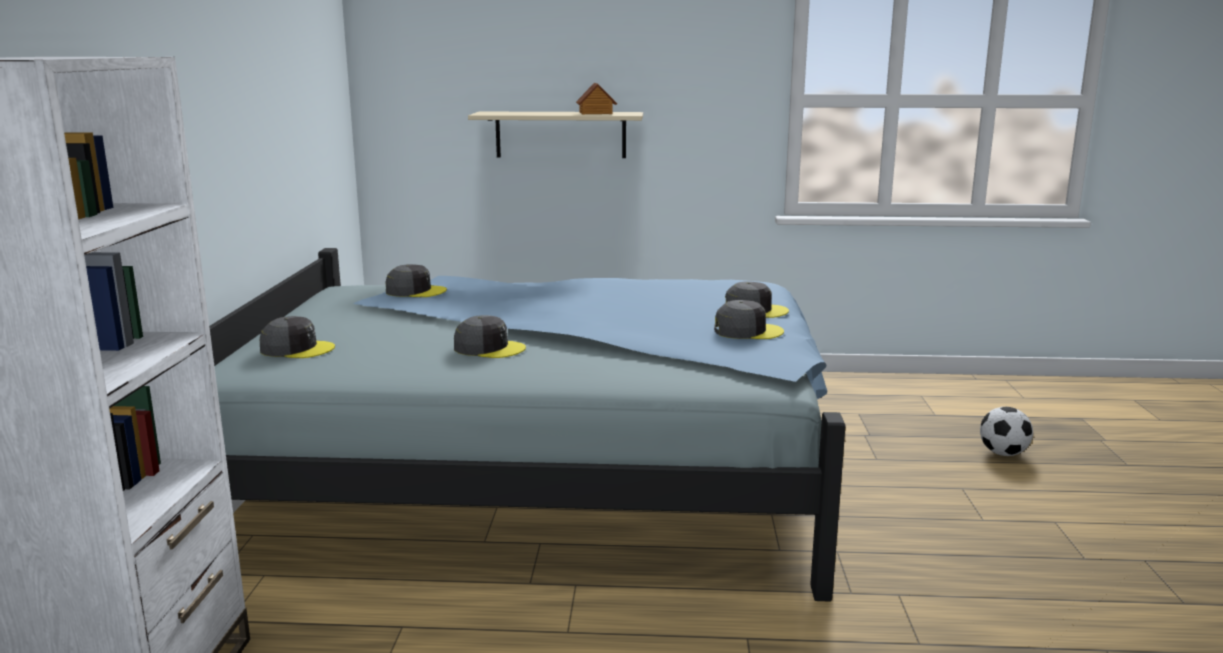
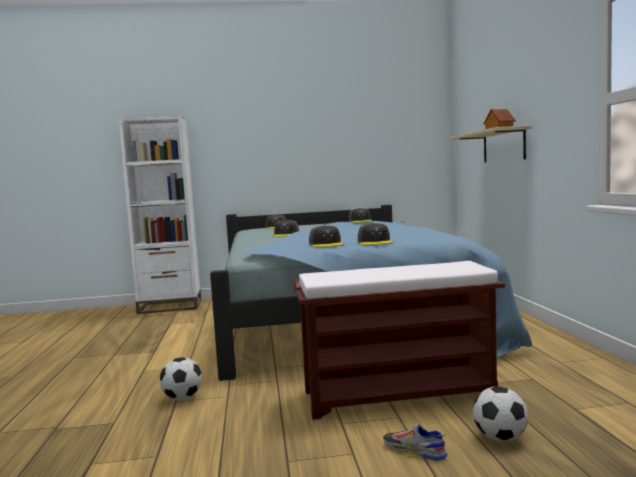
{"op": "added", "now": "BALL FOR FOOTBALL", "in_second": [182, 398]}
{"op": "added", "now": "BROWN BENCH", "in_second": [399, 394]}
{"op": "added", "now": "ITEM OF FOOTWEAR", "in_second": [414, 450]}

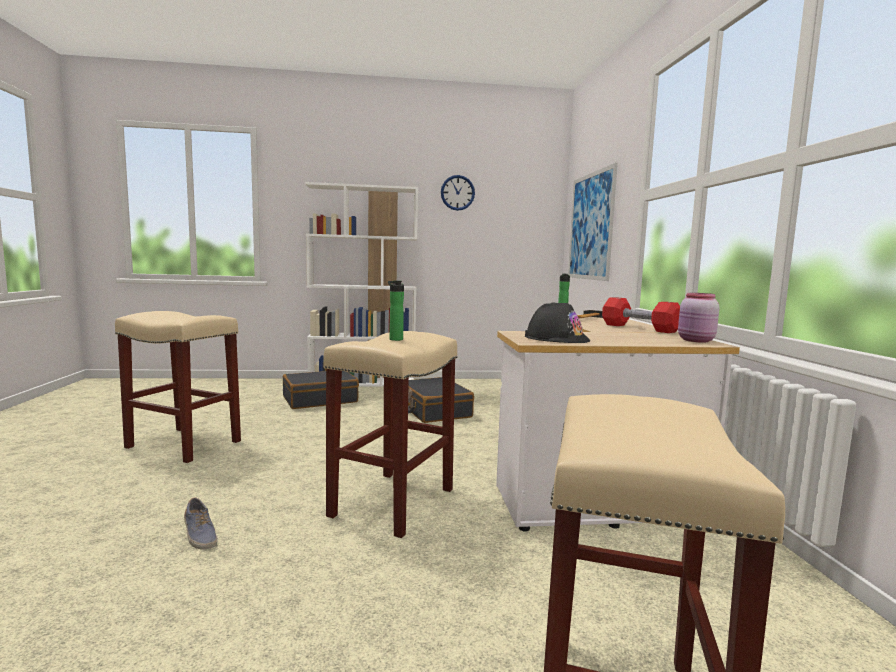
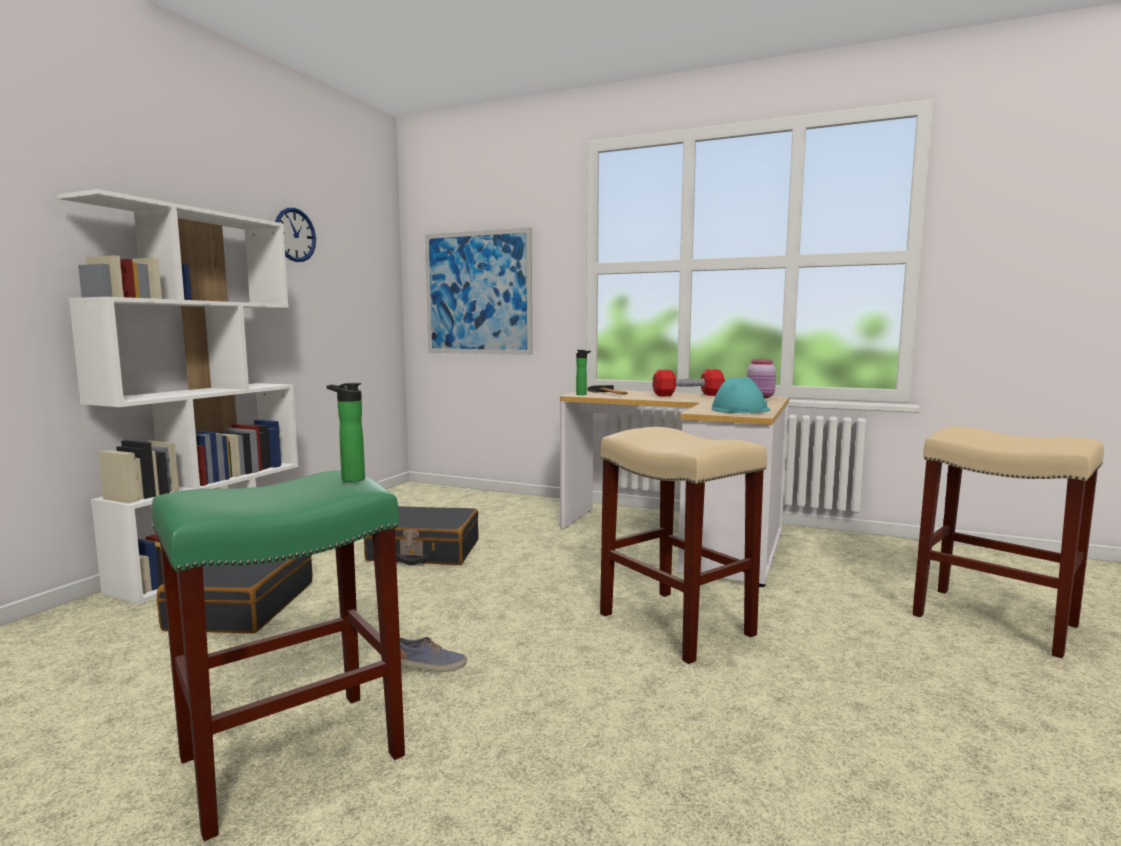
{"op": "recoloured", "was": "BEIGE-COLOURED STOOL SEAT", "now": "GREEN STOOL SEAT", "in_first": [185, 444], "in_second": [295, 754]}
{"op": "moved", "was": "BOTTLE", "in_first": [395, 339], "in_second": [349, 479]}
{"op": "moved", "was": "ITEM OF FOOTWEAR", "in_first": [199, 535], "in_second": [429, 667]}
{"op": "recoloured", "was": "BLACKISH SAFETY HELMET", "now": "TURQUOISE SAFETY HELMET", "in_first": [556, 338], "in_second": [740, 410]}

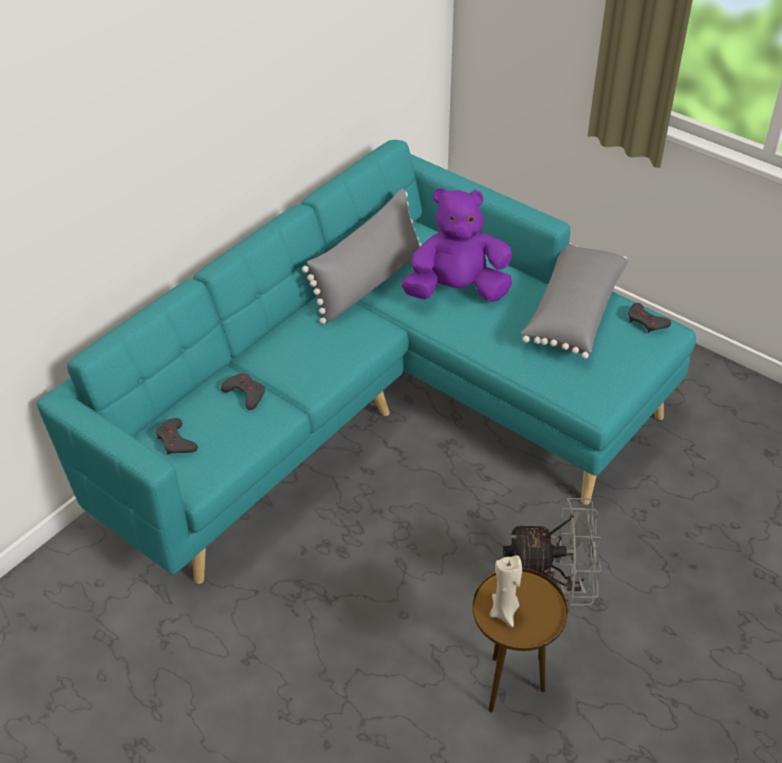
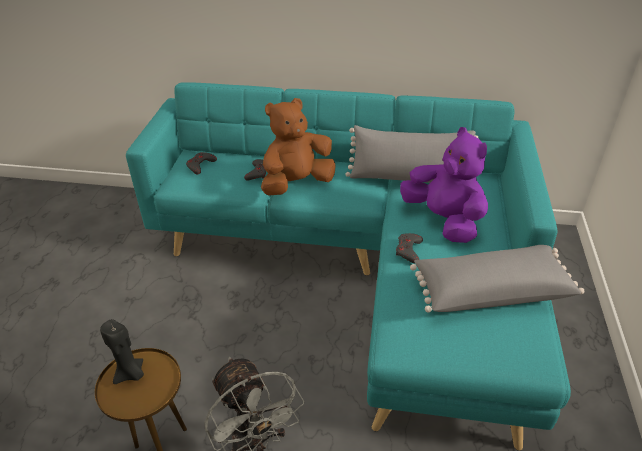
{"op": "recoloured", "was": "BEIGE-COLOURED WAX LIGHT", "now": "BLACKISH WAX LIGHT", "in_first": [504, 611], "in_second": [131, 374]}
{"op": "added", "now": "BROWN CUDDLY TOY", "in_second": [297, 184]}
{"op": "moved", "was": "GREY GAME CONTROLLER", "in_first": [646, 321], "in_second": [408, 250]}

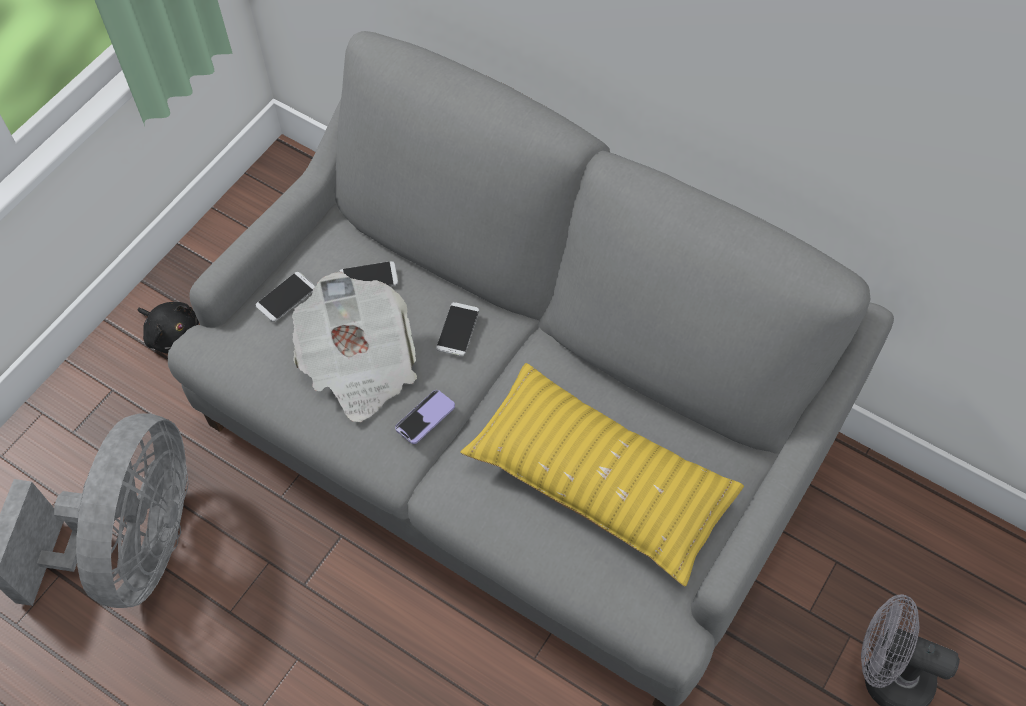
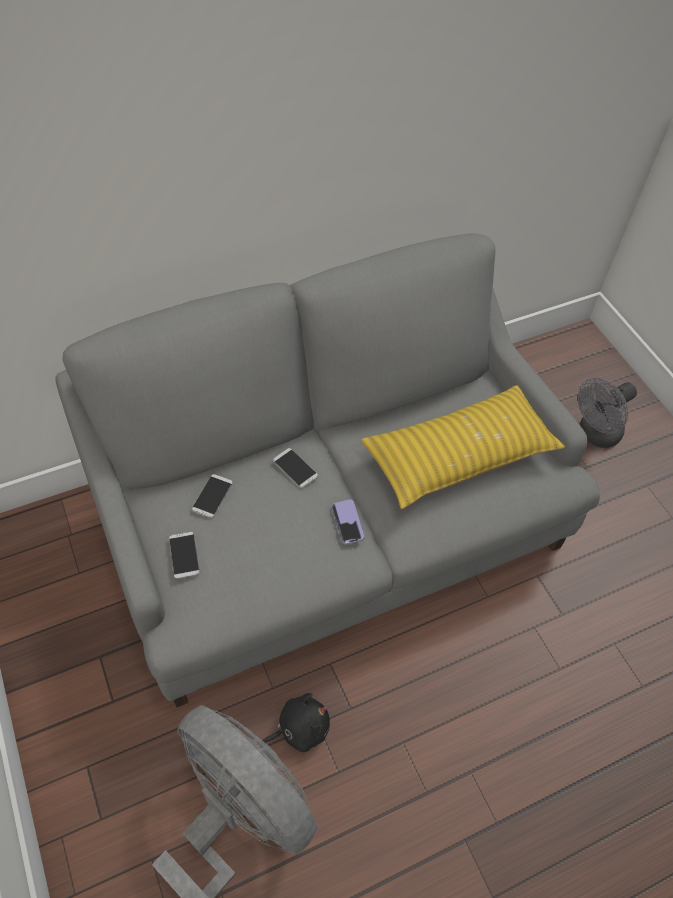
{"op": "moved", "was": "BLACKISH CUDDLY TOY", "in_first": [172, 334], "in_second": [300, 728]}
{"op": "removed", "was": "PRINTED PAPER", "in_first": [358, 364]}

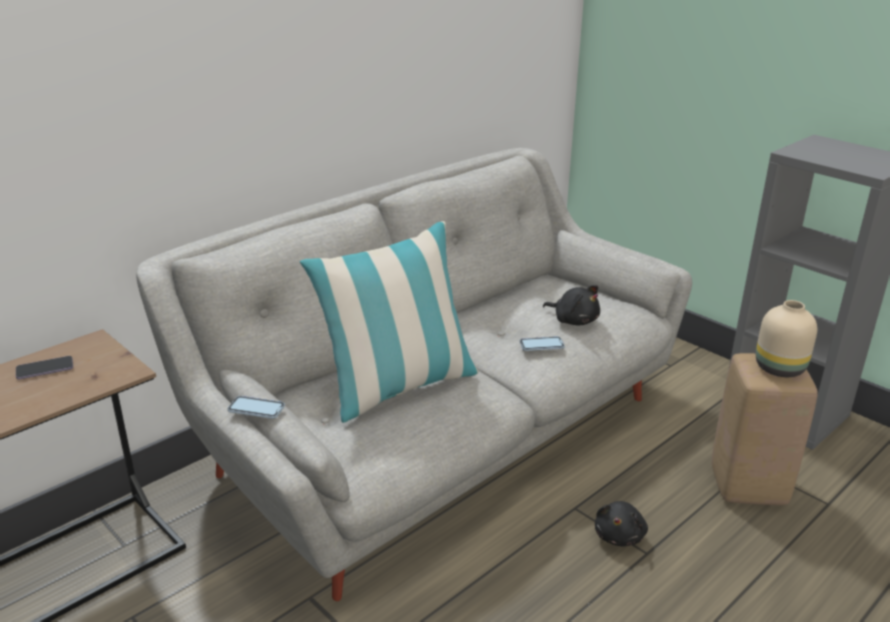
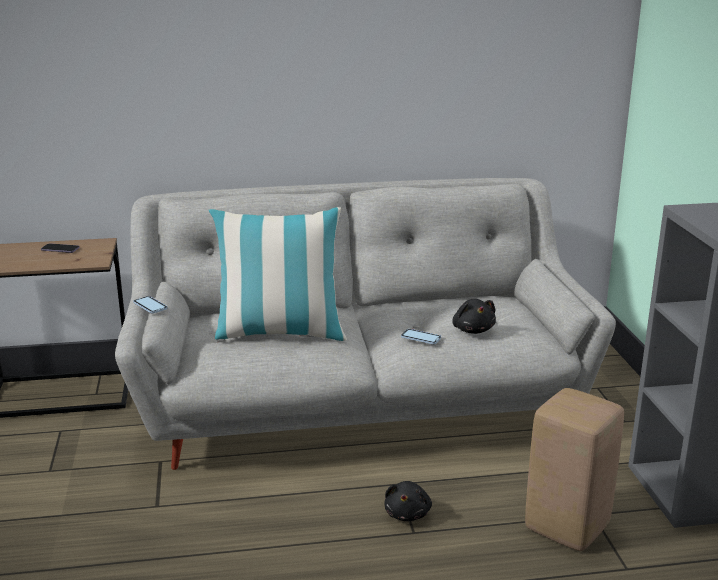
{"op": "turned", "was": "BLACKISH CUDDLY TOY", "in_first": [619, 535], "in_second": [408, 513], "clockwise": -45}
{"op": "removed", "was": "BEIGE-COLOURED DECORATIVE VASE", "in_first": [778, 368]}

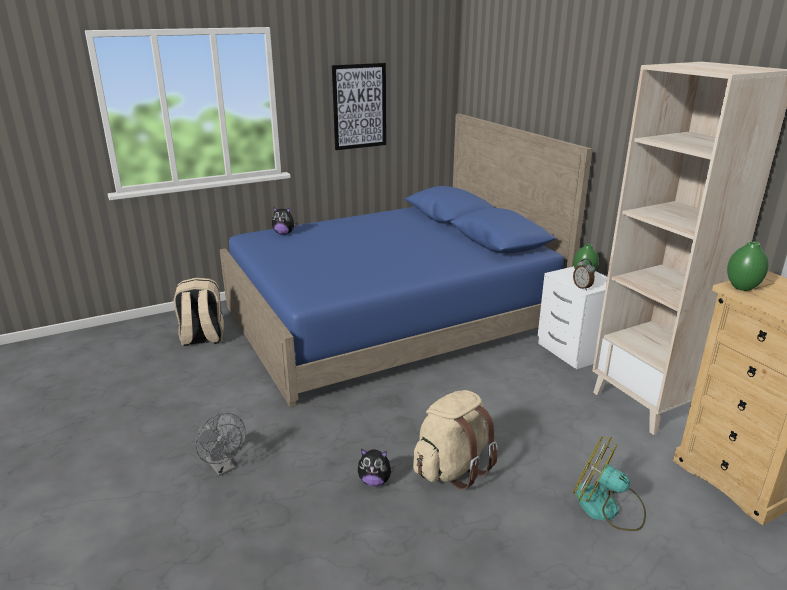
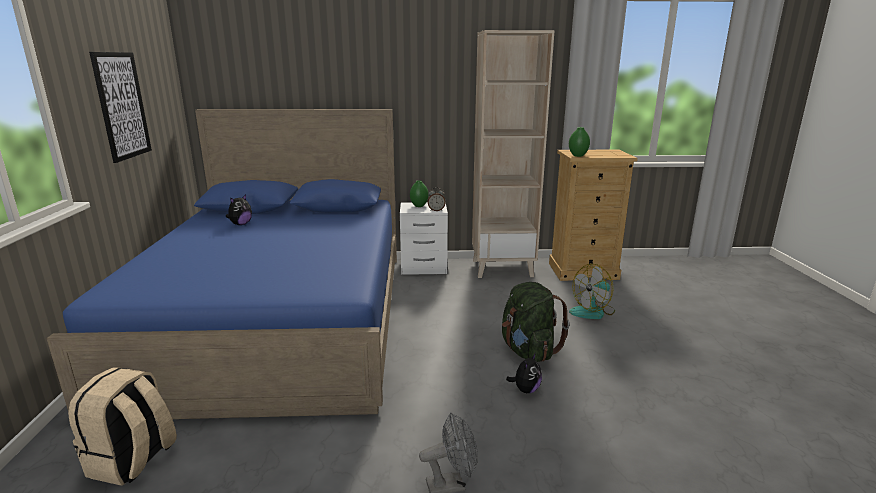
{"op": "moved", "was": "CUDDLY TOY", "in_first": [284, 233], "in_second": [240, 224]}
{"op": "recoloured", "was": "BEIGE-COLOURED RUCKSACK", "now": "GREEN RUCKSACK", "in_first": [452, 468], "in_second": [528, 351]}

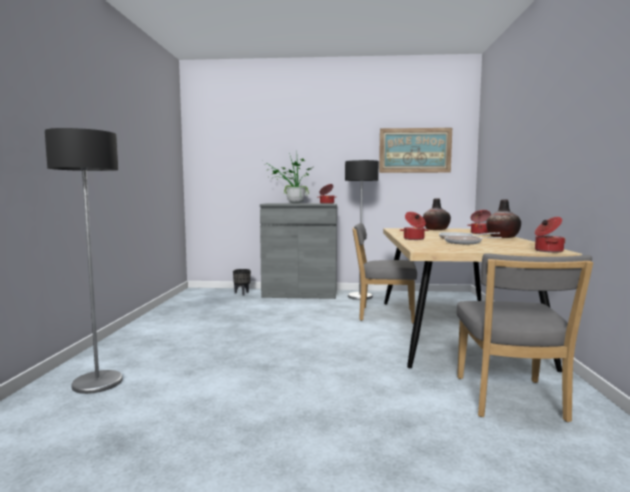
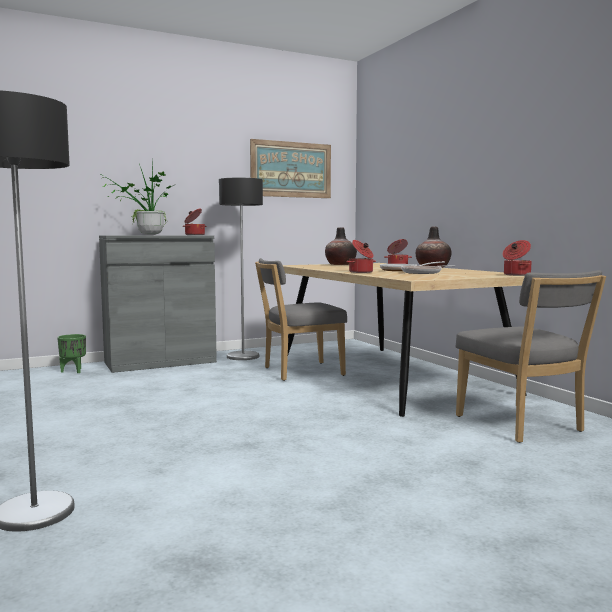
{"op": "recoloured", "was": "BLACKISH FLOWER POT", "now": "GREEN FLOWER POT", "in_first": [242, 293], "in_second": [73, 371]}

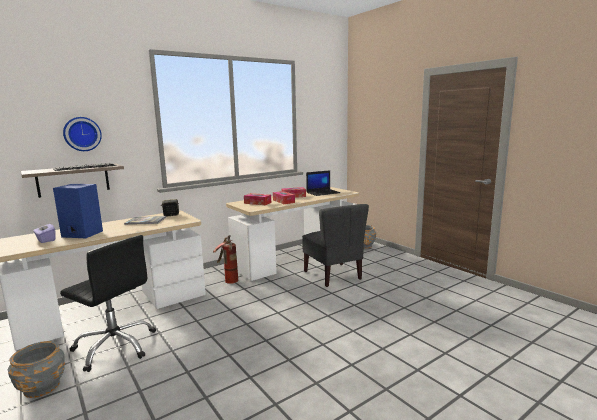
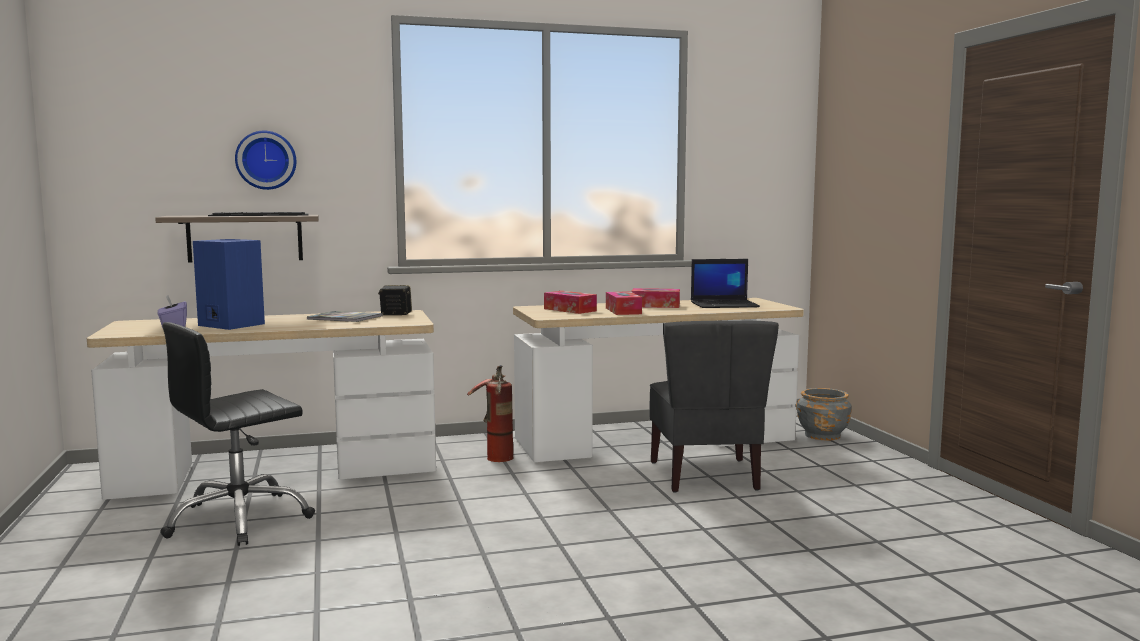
{"op": "turned", "was": "BLACKISH COMPUTER CHAIR", "in_first": [115, 346], "in_second": [239, 519], "clockwise": 90}
{"op": "removed", "was": "GREY FLOWER POT", "in_first": [41, 387]}

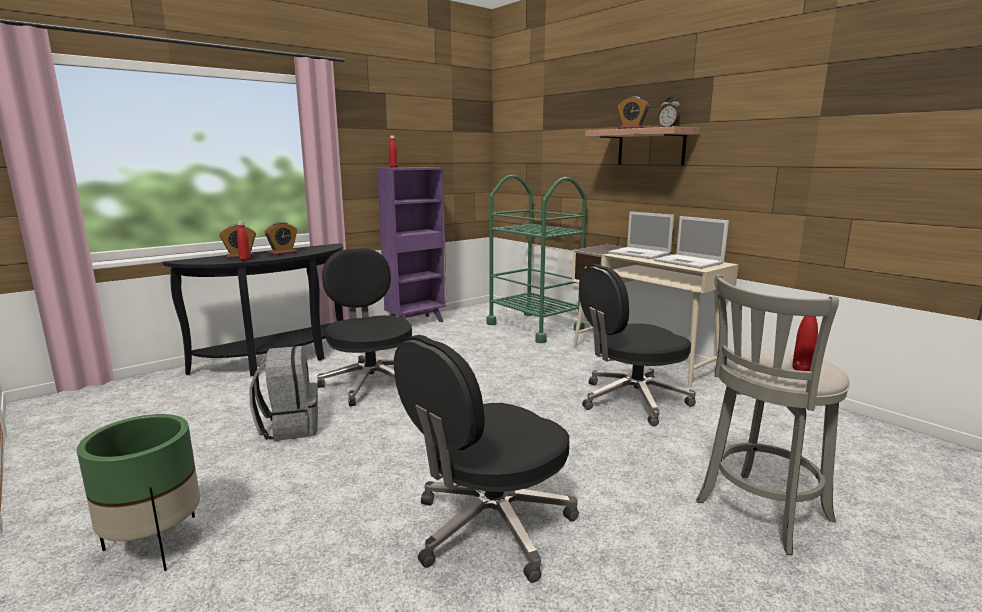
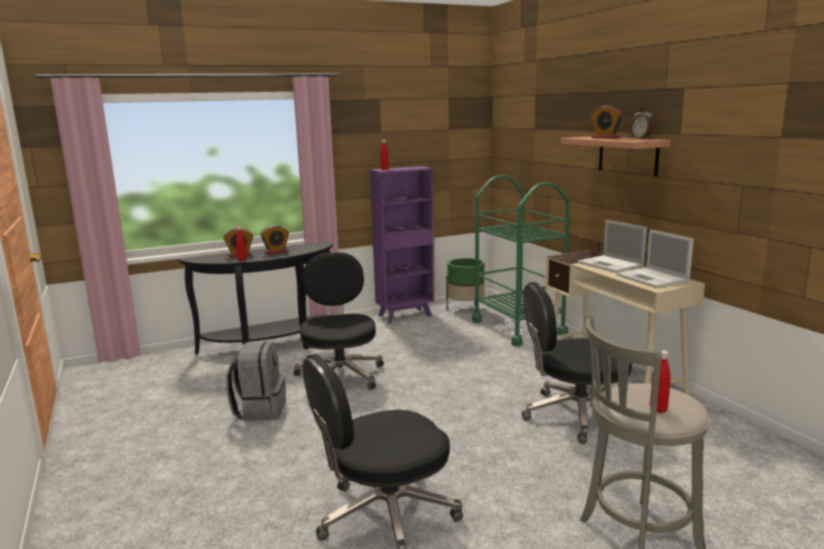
{"op": "moved", "was": "GREEN FLOWER POT", "in_first": [155, 544], "in_second": [466, 310]}

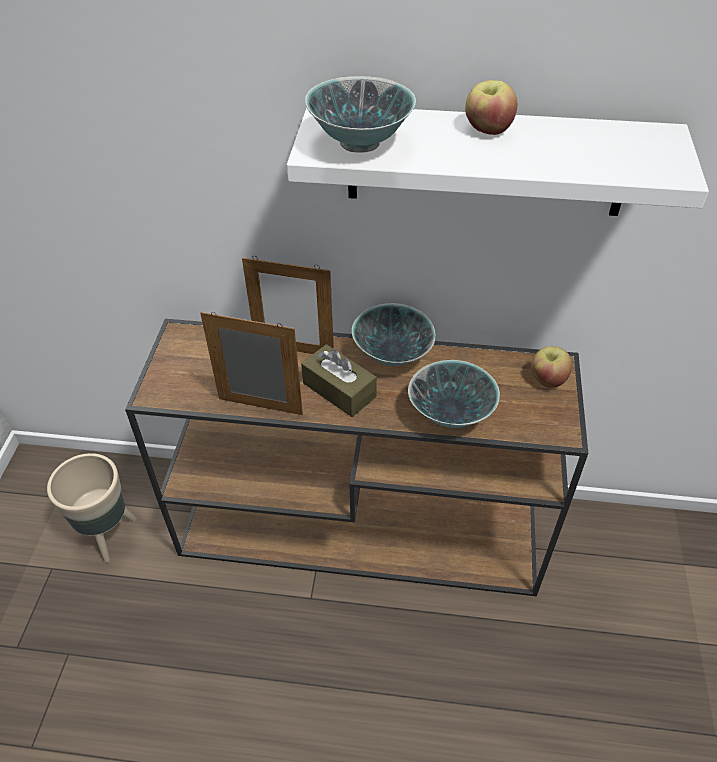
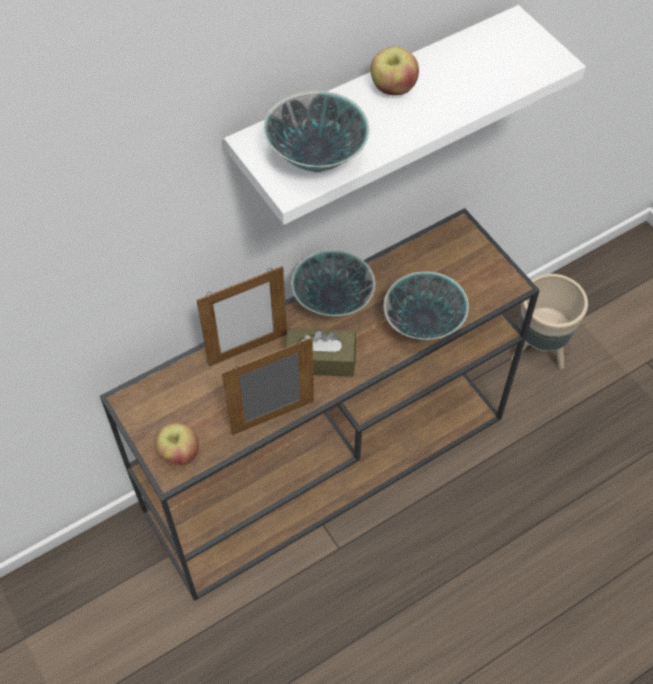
{"op": "moved", "was": "APPLE FRUIT", "in_first": [547, 379], "in_second": [179, 453]}
{"op": "moved", "was": "BEIGE-COLOURED FLOWER POT", "in_first": [108, 535], "in_second": [537, 351]}

